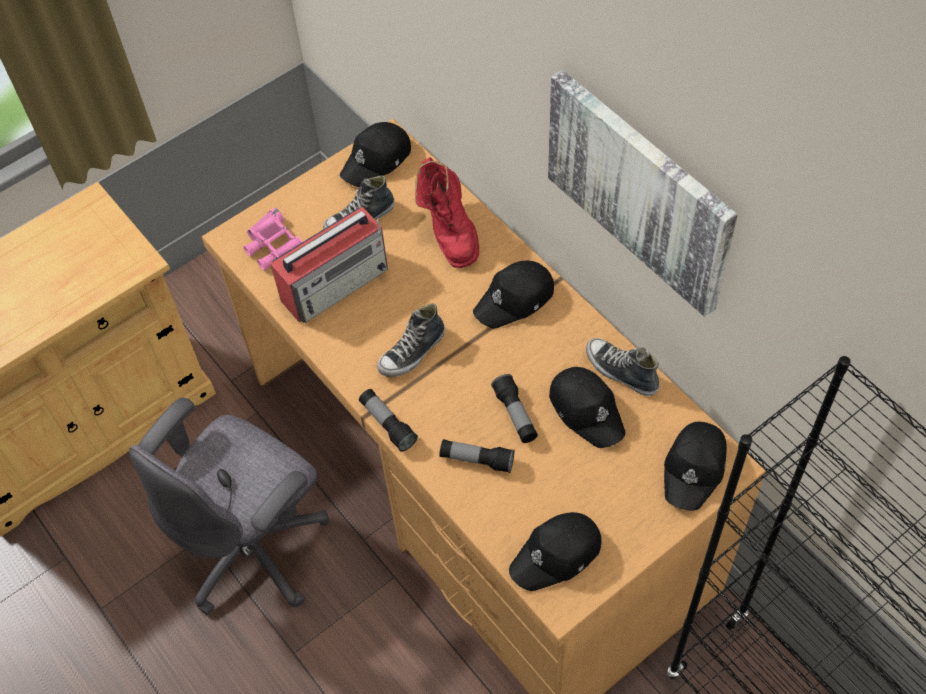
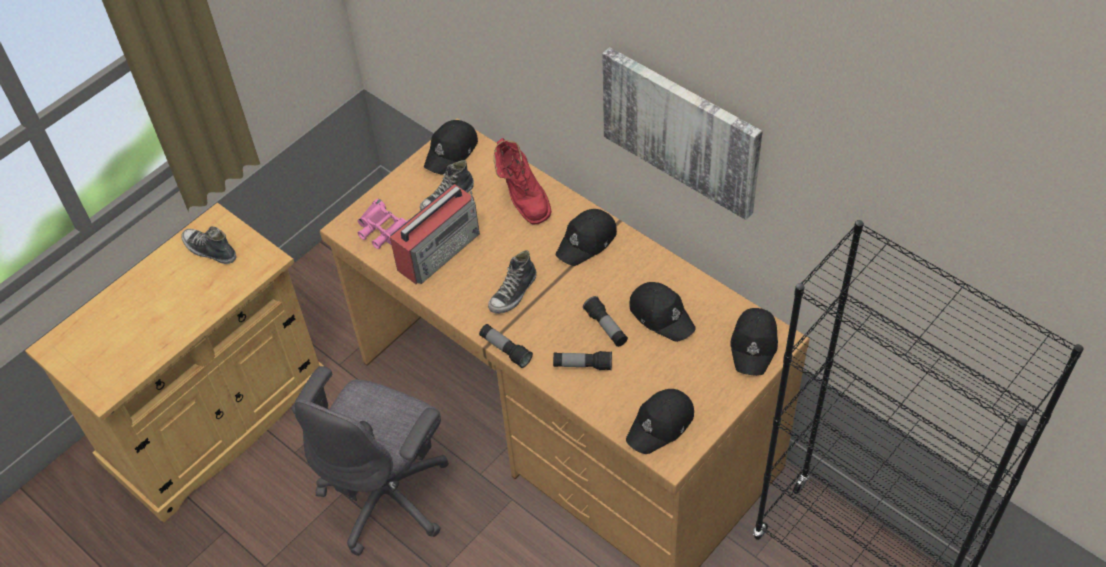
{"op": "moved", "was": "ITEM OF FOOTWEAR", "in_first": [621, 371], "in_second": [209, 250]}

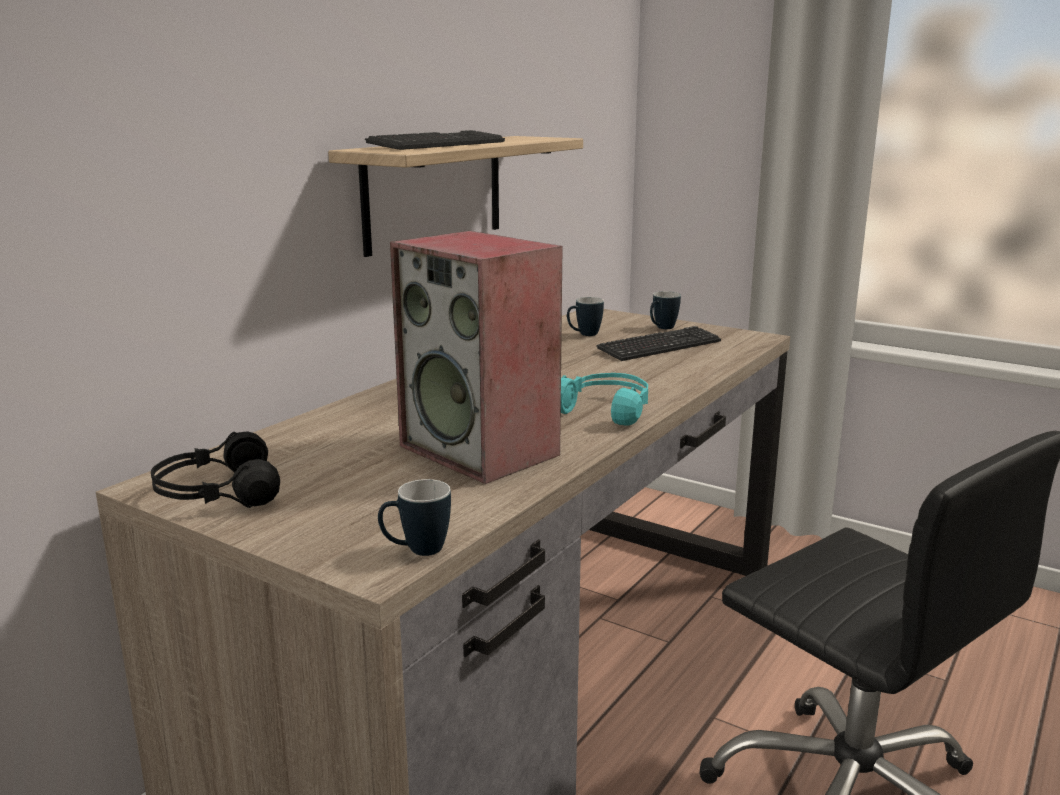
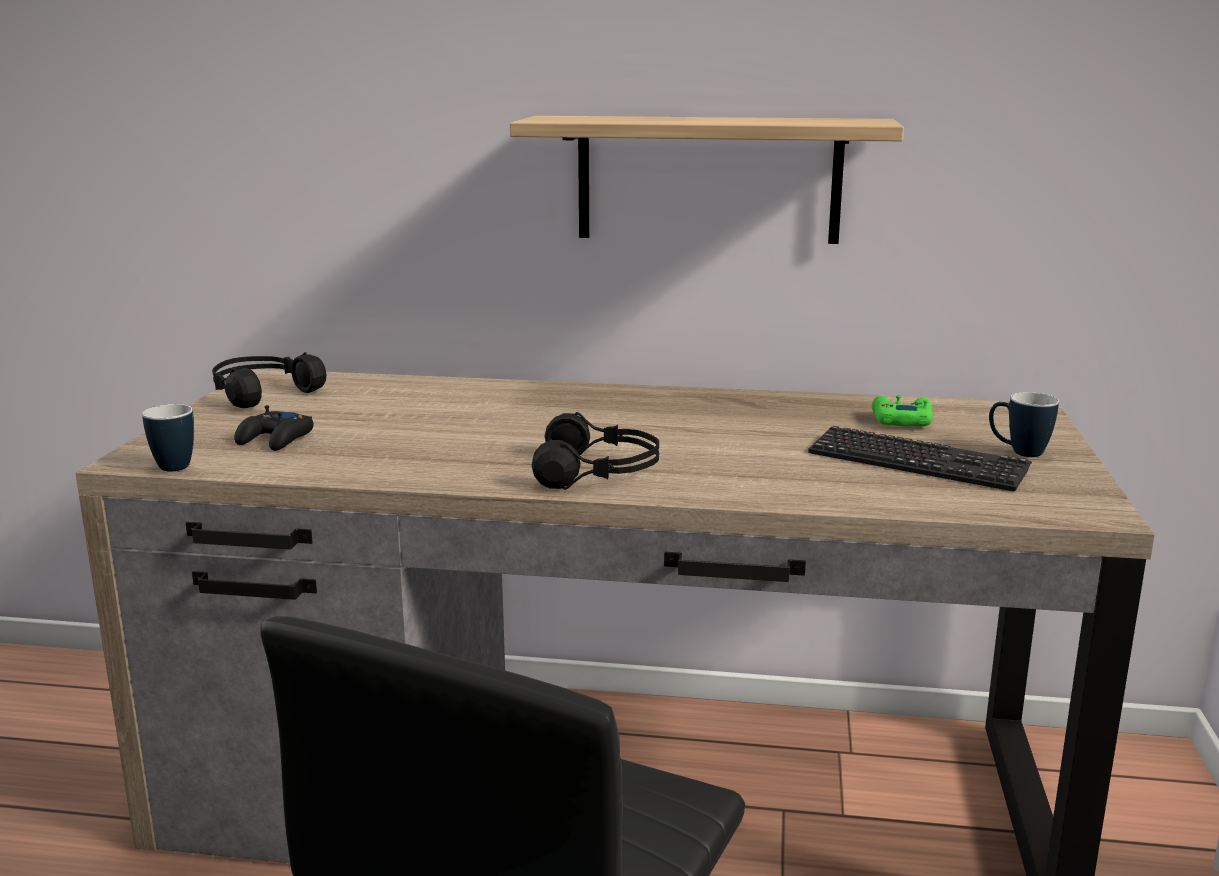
{"op": "added", "now": "BLACKISH GAME CONTROLLER", "in_second": [276, 439]}
{"op": "recoloured", "was": "TURQUOISE HEADPHONES", "now": "BLACKISH HEADPHONES", "in_first": [606, 410], "in_second": [598, 472]}
{"op": "replaced", "was": "MUG", "now": "GREEN GAME CONTROLLER", "in_first": [584, 335], "in_second": [901, 421]}
{"op": "removed", "was": "COMPUTER KEYBOARD", "in_first": [438, 144]}
{"op": "removed", "was": "AUDIO SPEAKER", "in_first": [482, 450]}

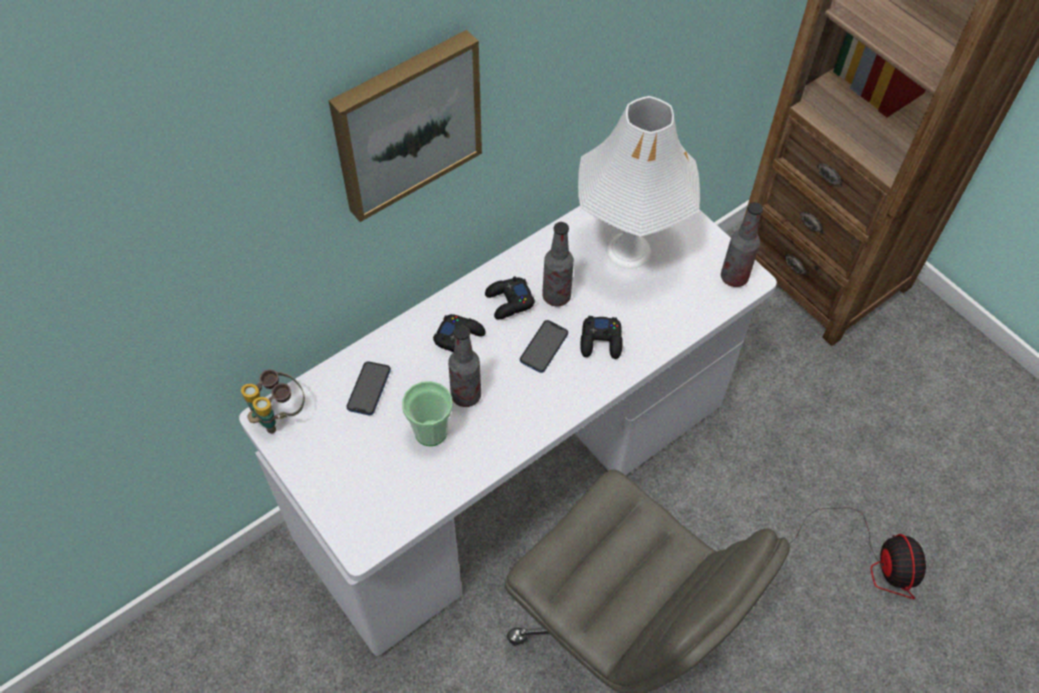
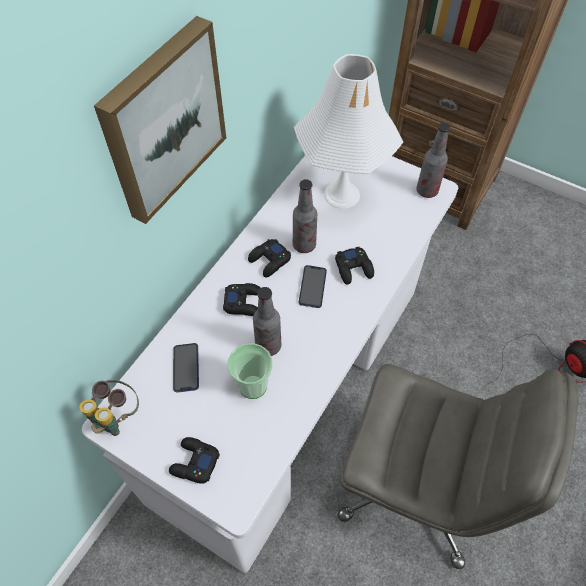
{"op": "added", "now": "BLACKISH GAME CONTROLLER", "in_second": [194, 462]}

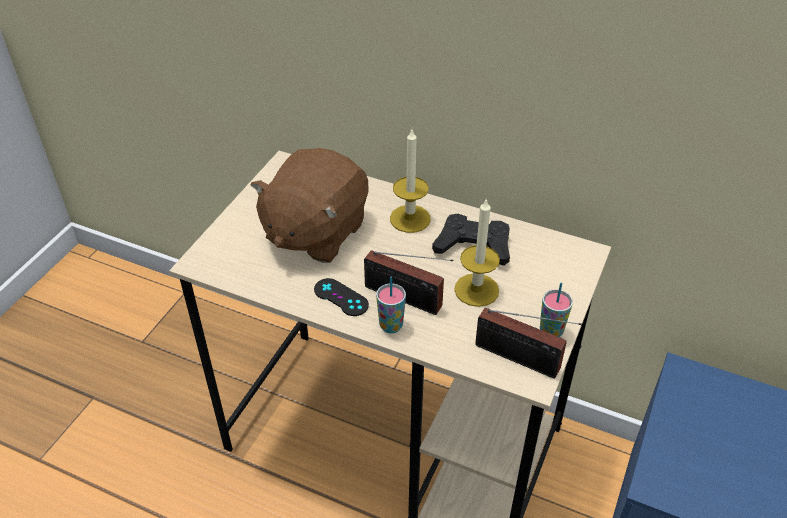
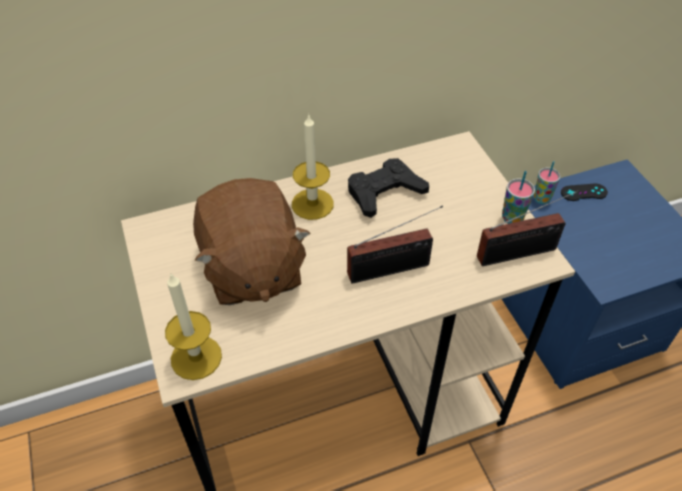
{"op": "moved", "was": "WAX LIGHT", "in_first": [476, 290], "in_second": [196, 357]}
{"op": "moved", "was": "DRINKING CUP", "in_first": [391, 326], "in_second": [541, 199]}
{"op": "moved", "was": "BLACKISH GAME CONTROLLER", "in_first": [341, 297], "in_second": [583, 192]}

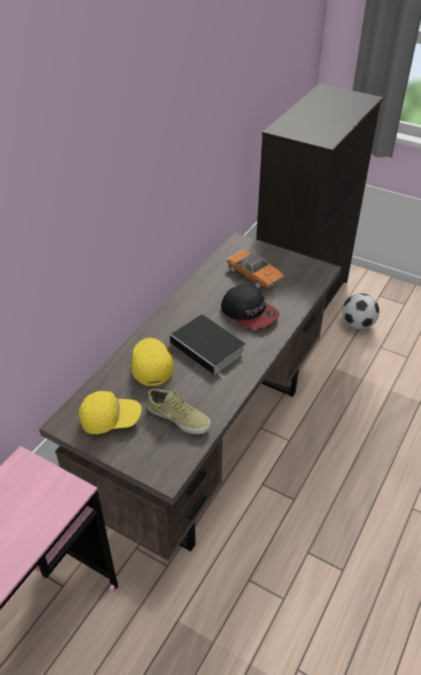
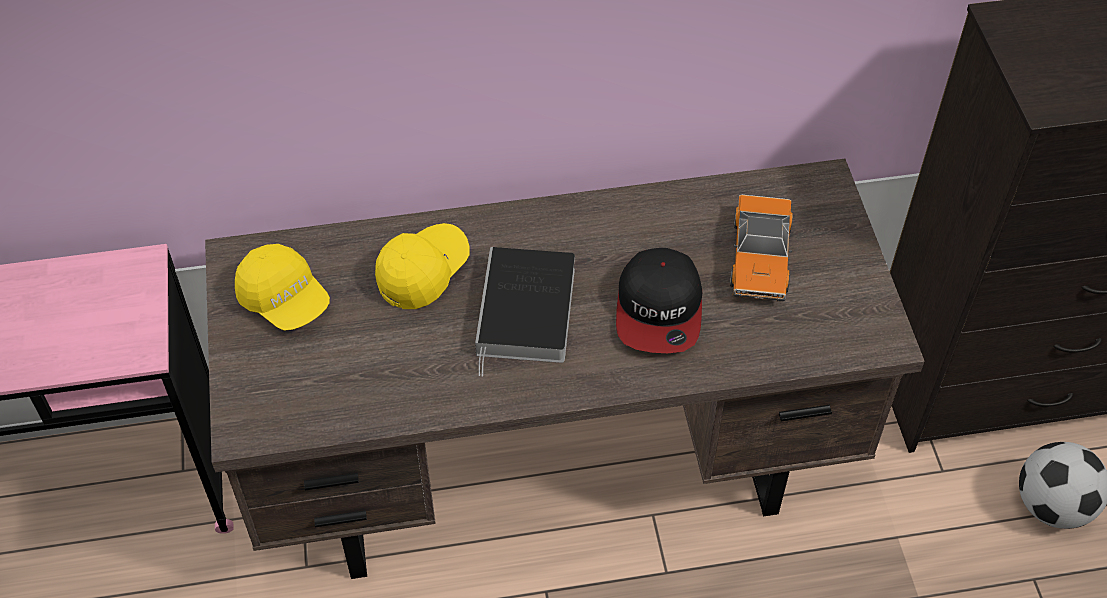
{"op": "removed", "was": "BEIGE-COLOURED ITEM OF FOOTWEAR", "in_first": [179, 417]}

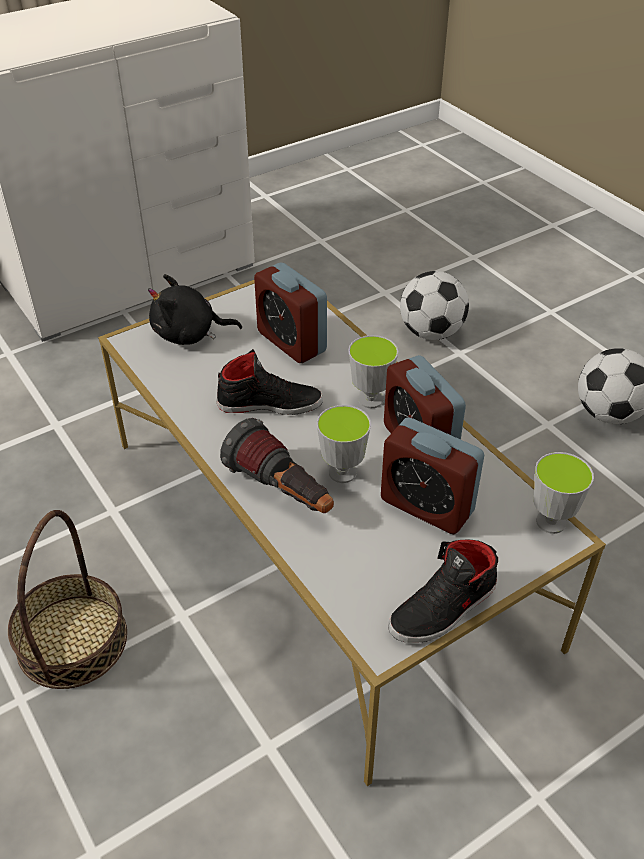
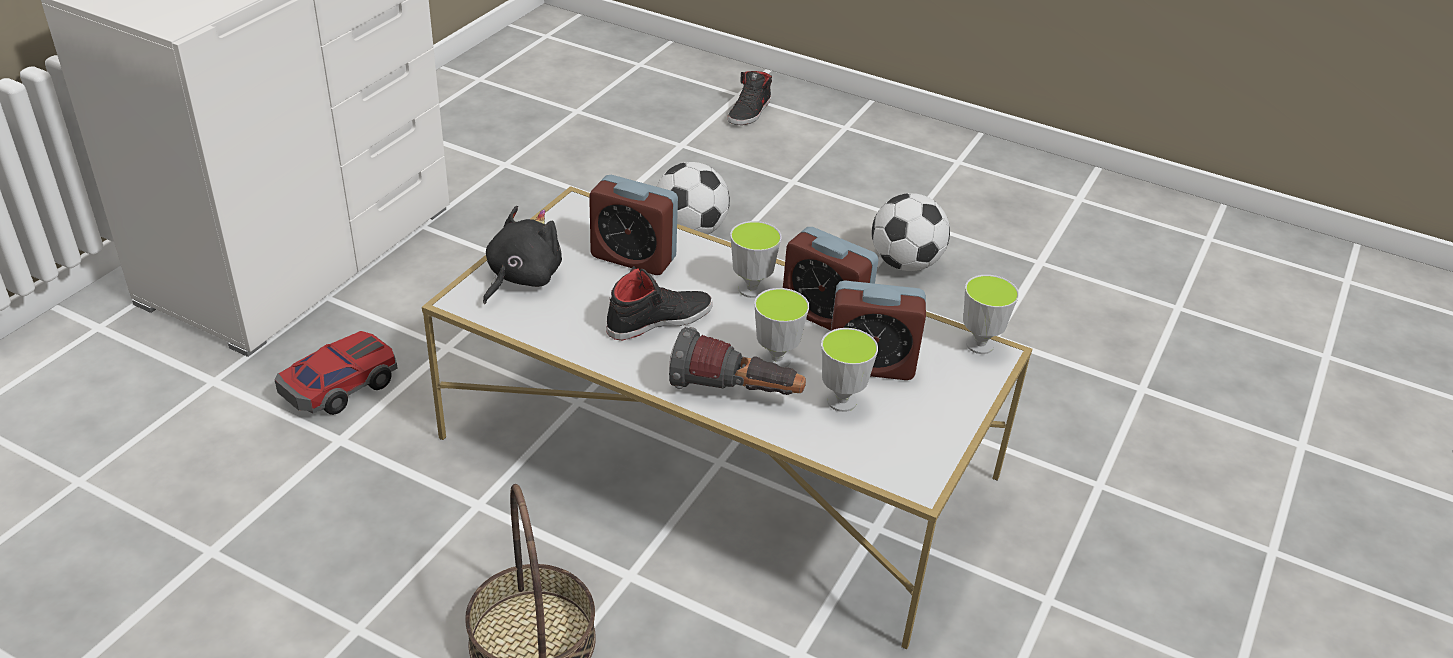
{"op": "added", "now": "TOY CAR", "in_second": [339, 385]}
{"op": "turned", "was": "BLACKISH CUDDLY TOY", "in_first": [189, 334], "in_second": [521, 278], "clockwise": 150}
{"op": "moved", "was": "BLACKISH ITEM OF FOOTWEAR", "in_first": [444, 608], "in_second": [750, 112]}
{"op": "added", "now": "DRINKING CUP", "in_second": [841, 401]}

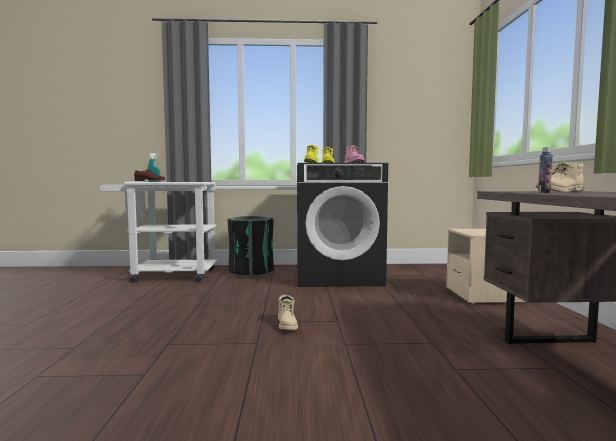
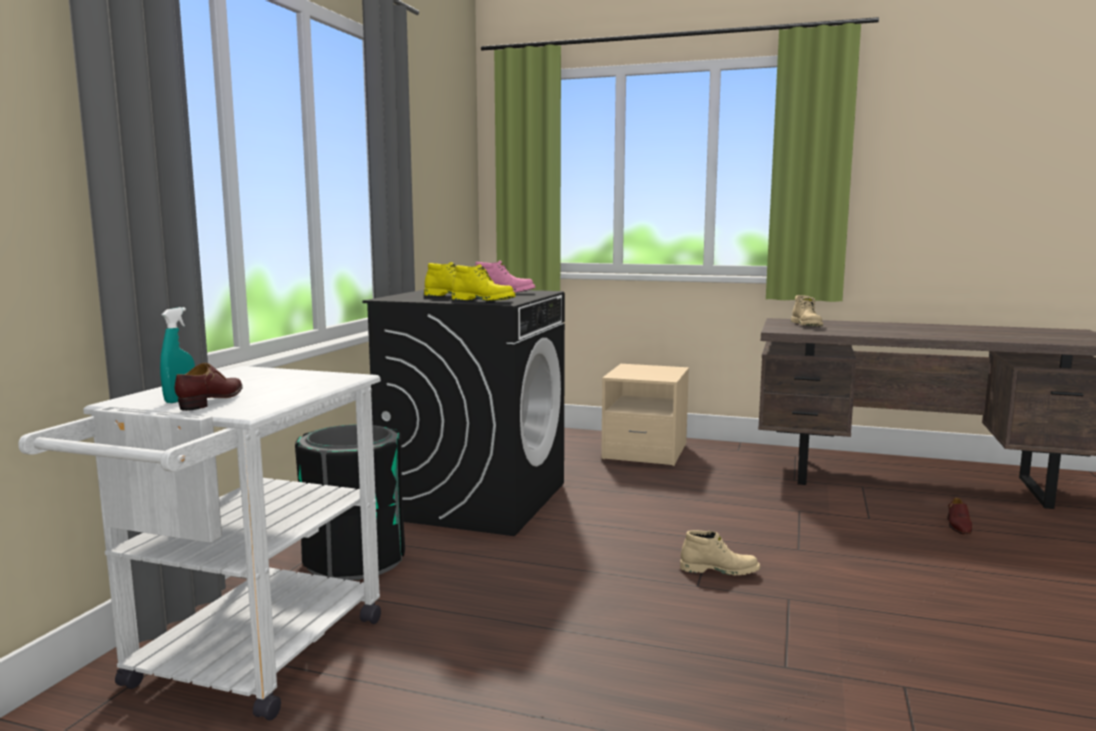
{"op": "added", "now": "BROWN ITEM OF FOOTWEAR", "in_second": [958, 526]}
{"op": "removed", "was": "BOTTLE", "in_first": [544, 192]}

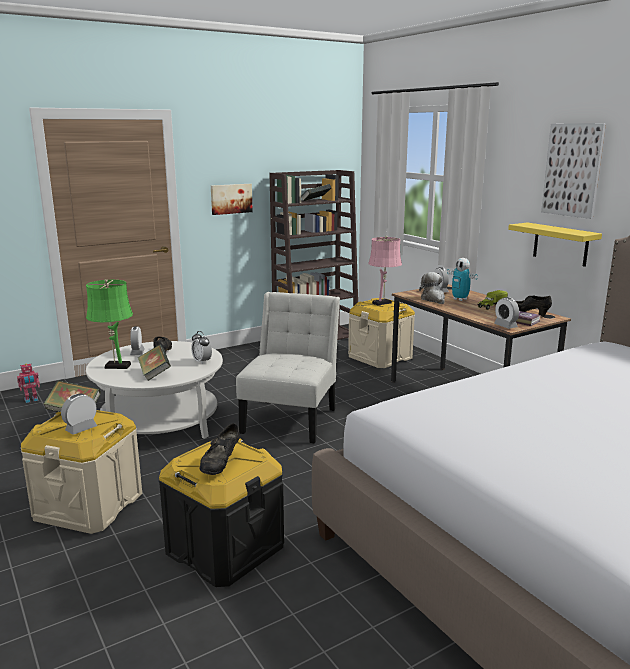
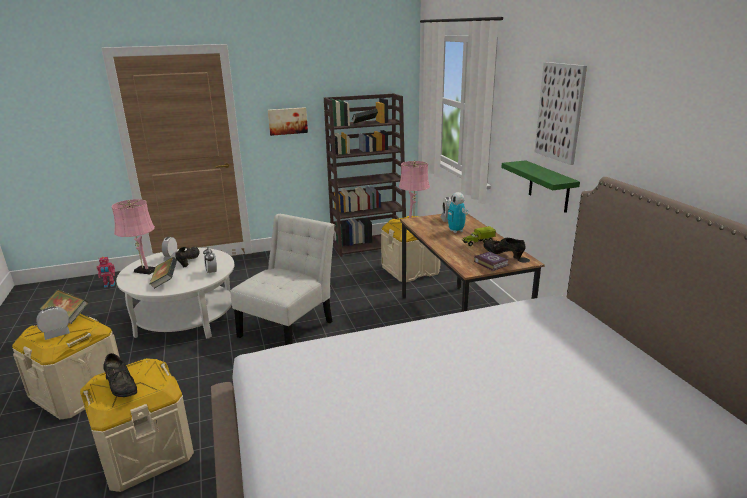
{"op": "recoloured", "was": "BLACKISH STORAGE CONTAINER", "now": "BEIGE-COLOURED STORAGE CONTAINER", "in_first": [225, 548], "in_second": [145, 452]}
{"op": "turned", "was": "BLACKISH ITEM OF FOOTWEAR", "in_first": [220, 465], "in_second": [122, 388], "clockwise": -75}
{"op": "recoloured", "was": "GREEN TABLE LAMP", "now": "PINK-COLOURED TABLE LAMP", "in_first": [115, 366], "in_second": [143, 270]}
{"op": "recoloured", "was": "YELLOWISH SHELF", "now": "GREEN SHELF", "in_first": [560, 244], "in_second": [549, 186]}
{"op": "removed", "was": "CUDDLY TOY", "in_first": [433, 299]}
{"op": "removed", "was": "ALARM CLOCK", "in_first": [505, 326]}

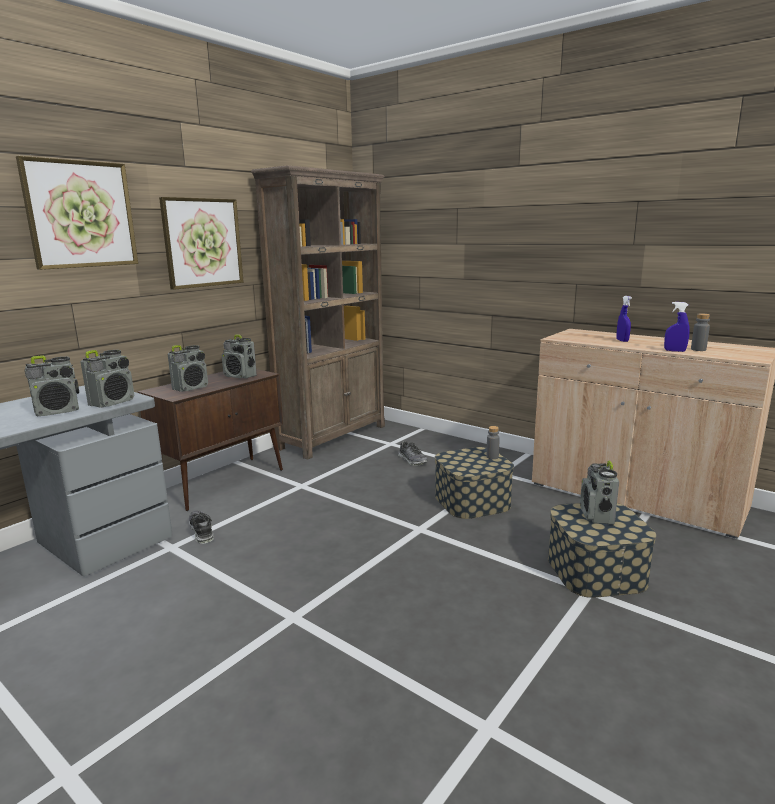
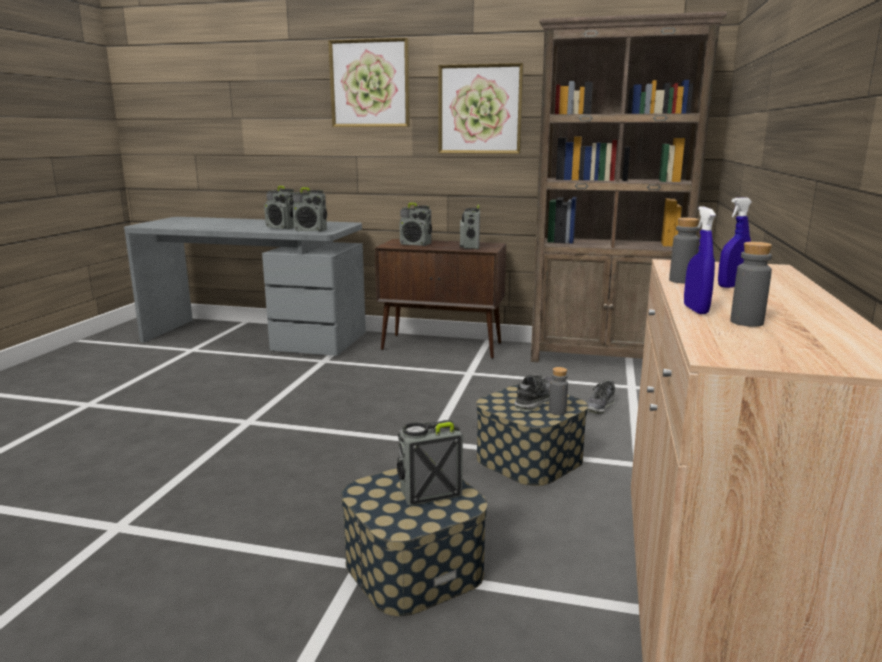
{"op": "moved", "was": "ITEM OF FOOTWEAR", "in_first": [201, 531], "in_second": [536, 401]}
{"op": "added", "now": "GREY BOTTLE", "in_second": [681, 281]}

